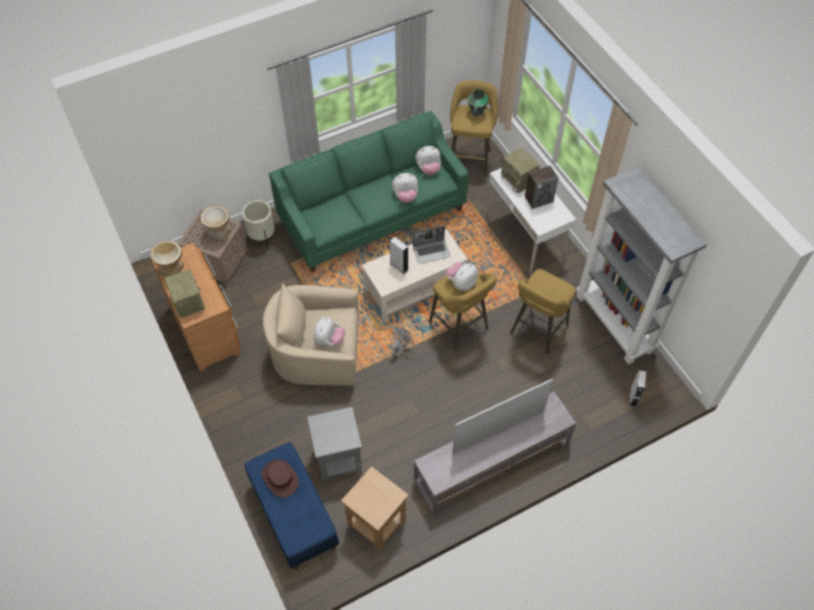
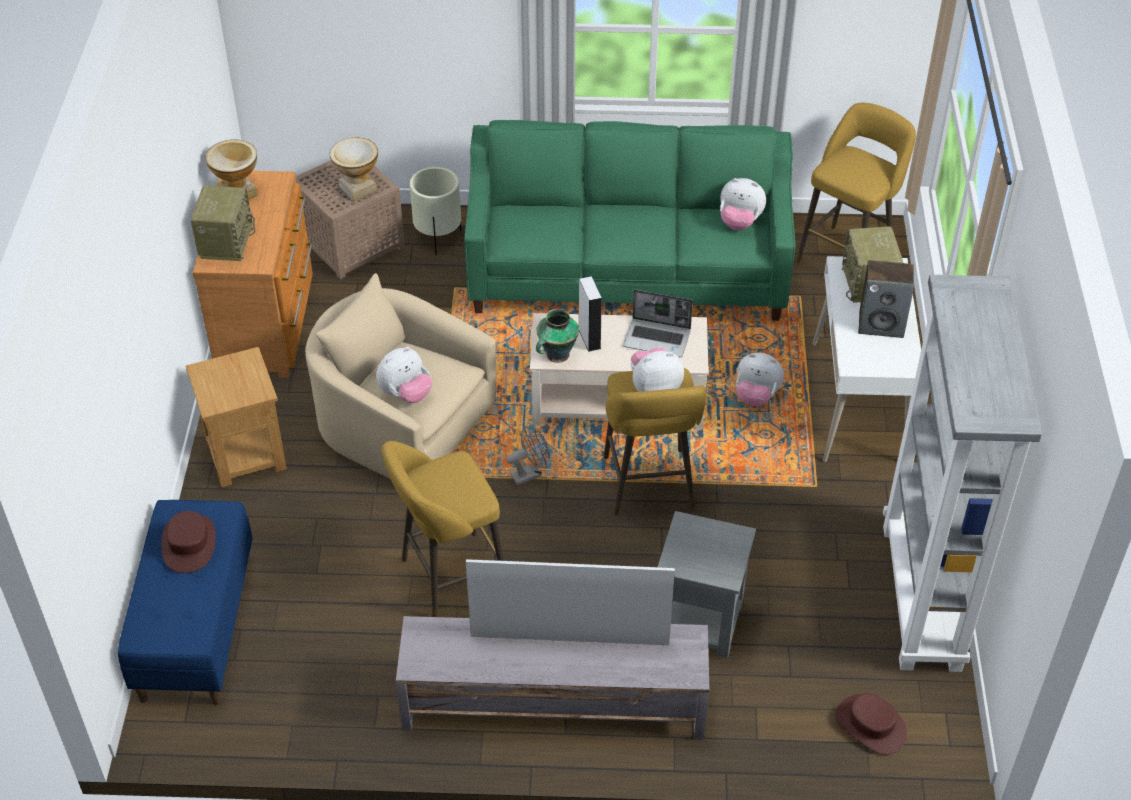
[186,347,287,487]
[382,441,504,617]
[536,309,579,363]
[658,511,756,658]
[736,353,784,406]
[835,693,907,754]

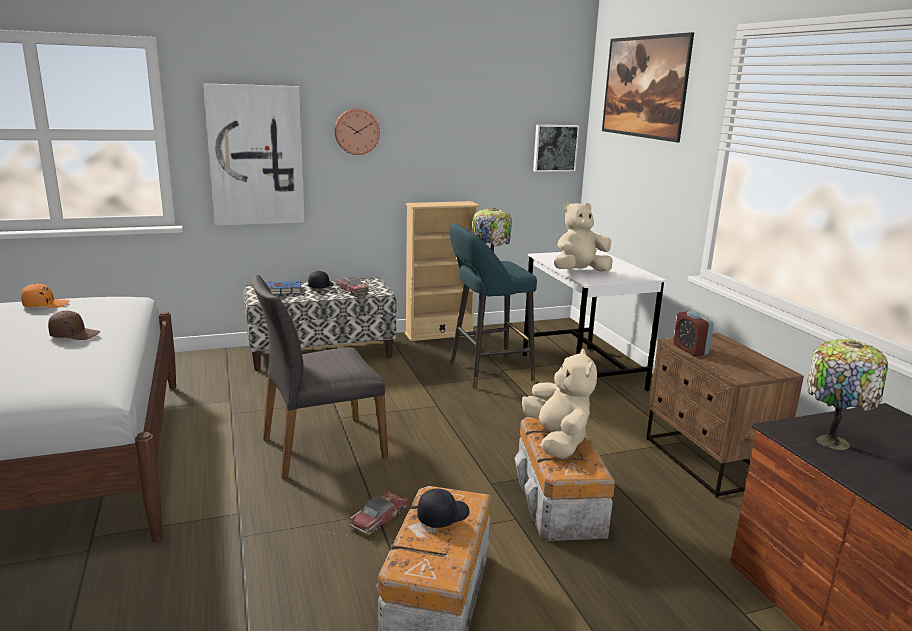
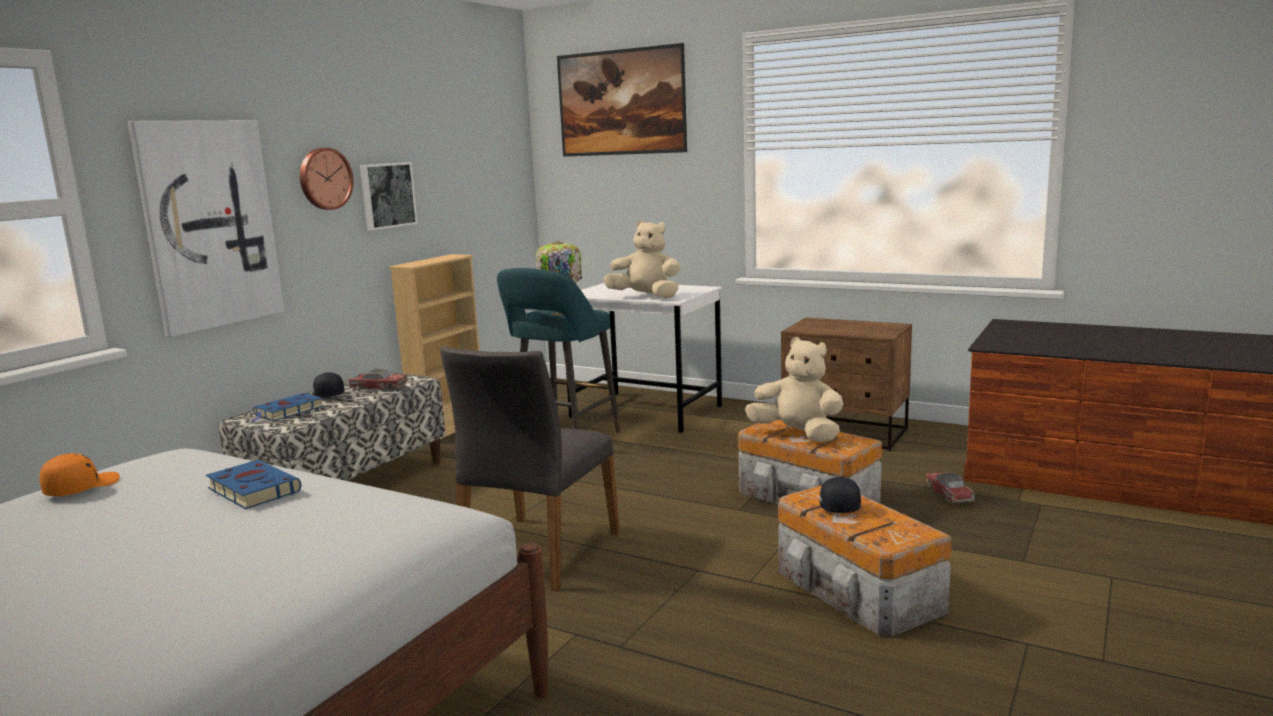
[206,460,301,509]
[360,162,418,230]
[603,220,680,299]
[926,471,975,503]
[673,311,714,356] (first image)
[807,339,888,450] (first image)

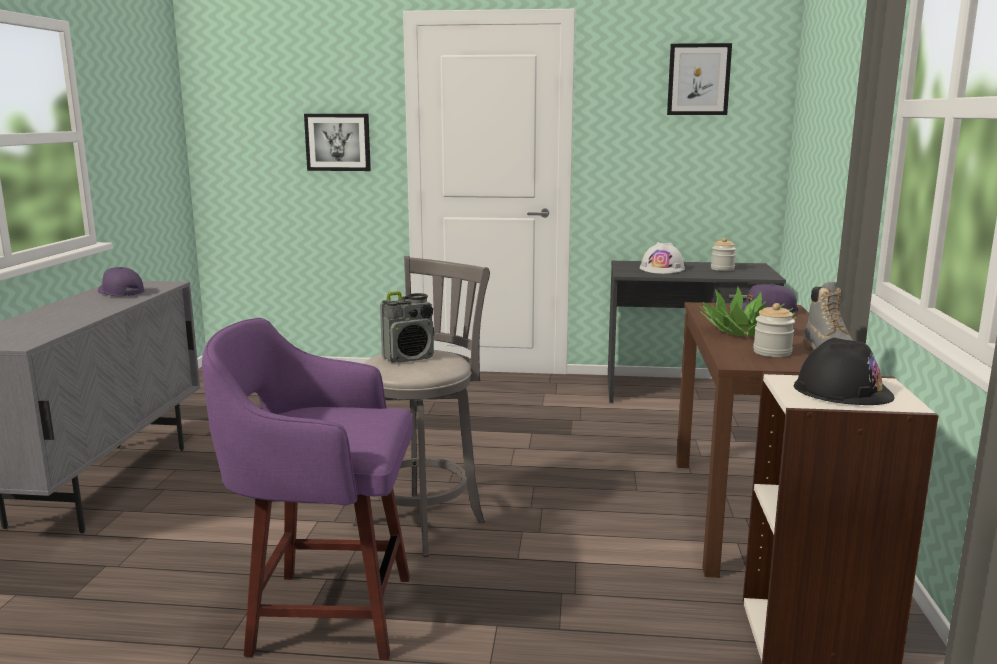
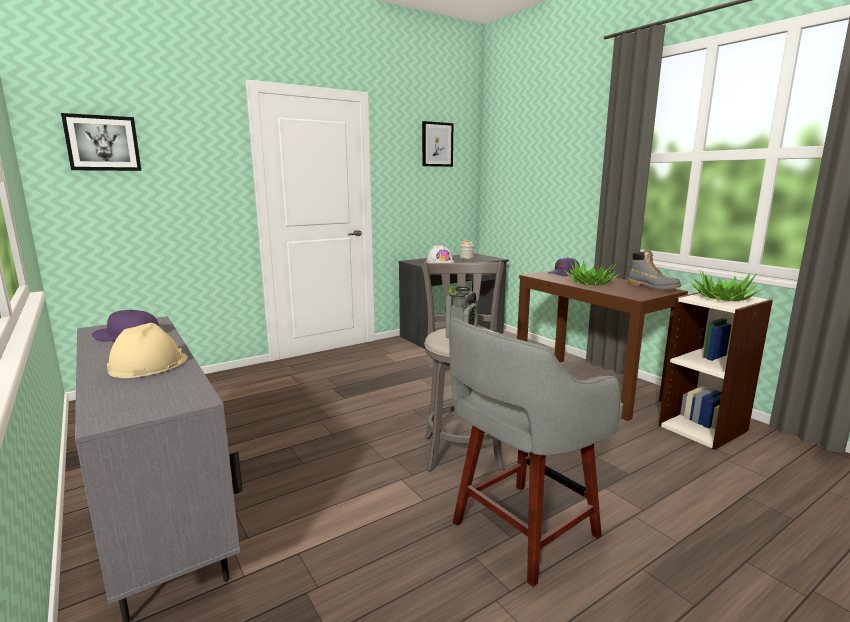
[61,113,141,171]
[107,323,188,378]
[449,317,623,587]
[690,270,764,301]
[753,303,795,357] (first image)

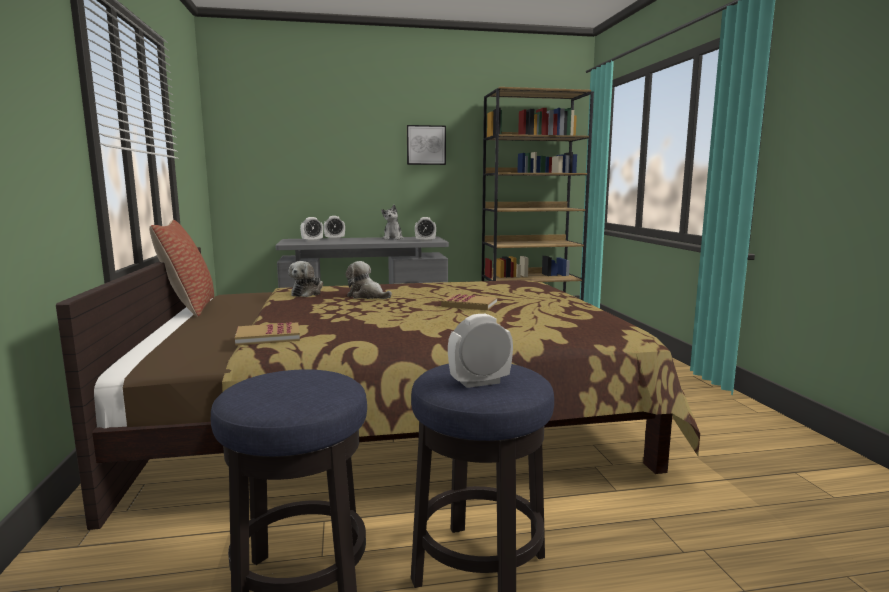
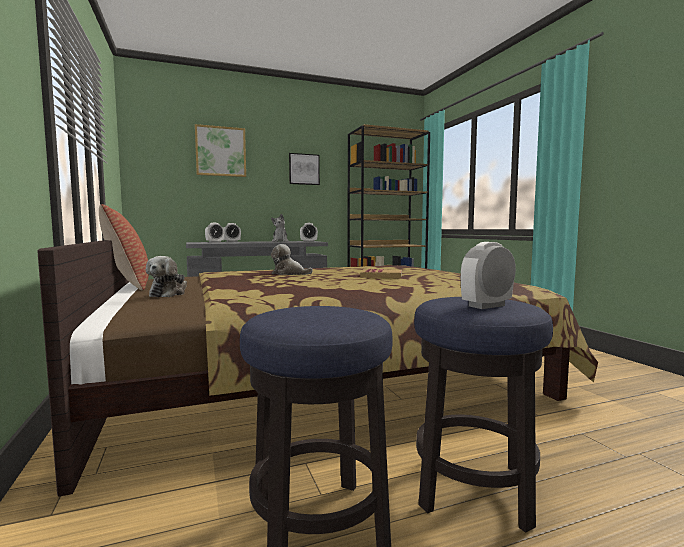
[146,256,187,297]
[195,124,246,177]
[235,322,300,346] (first image)

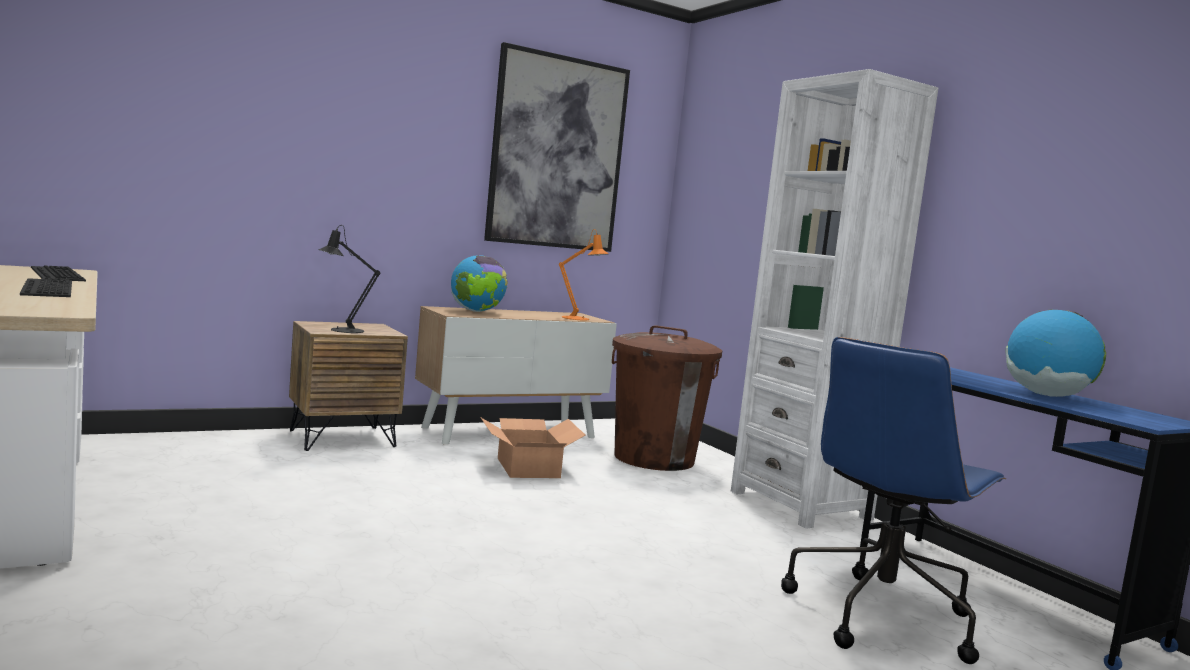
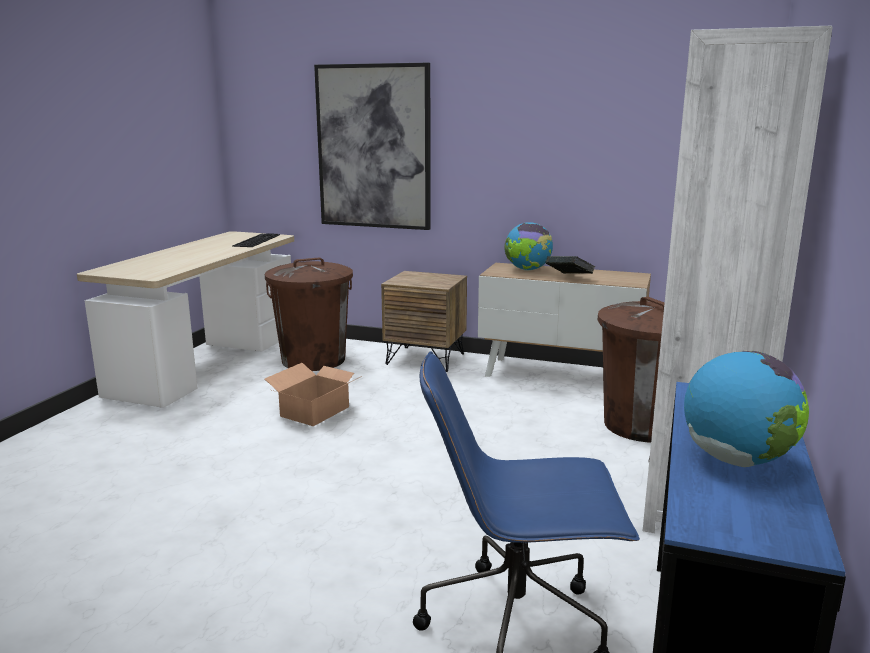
[265,258,353,371]
[265,363,362,426]
[314,63,431,230]
[545,256,595,274]
[20,278,72,297] (first image)
[318,225,380,333] (first image)
[559,229,609,320] (first image)

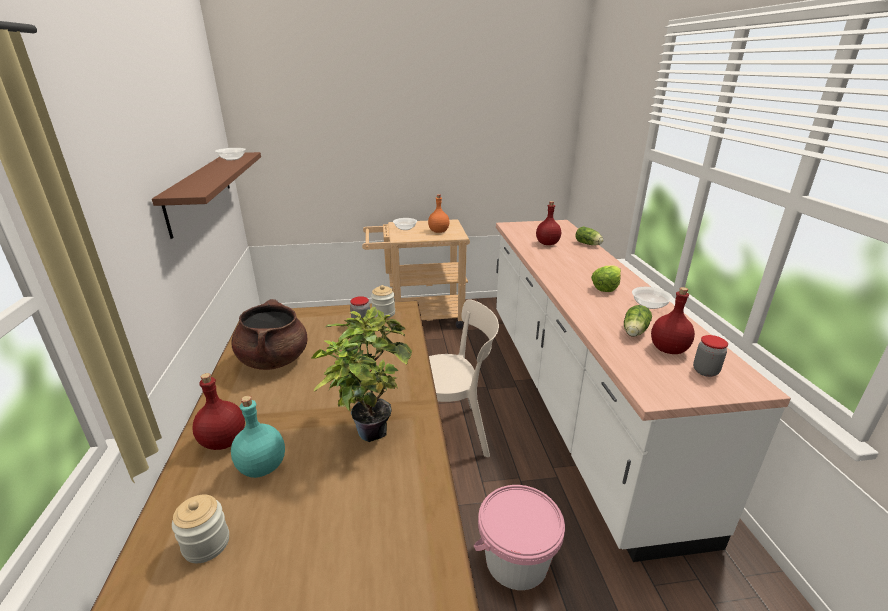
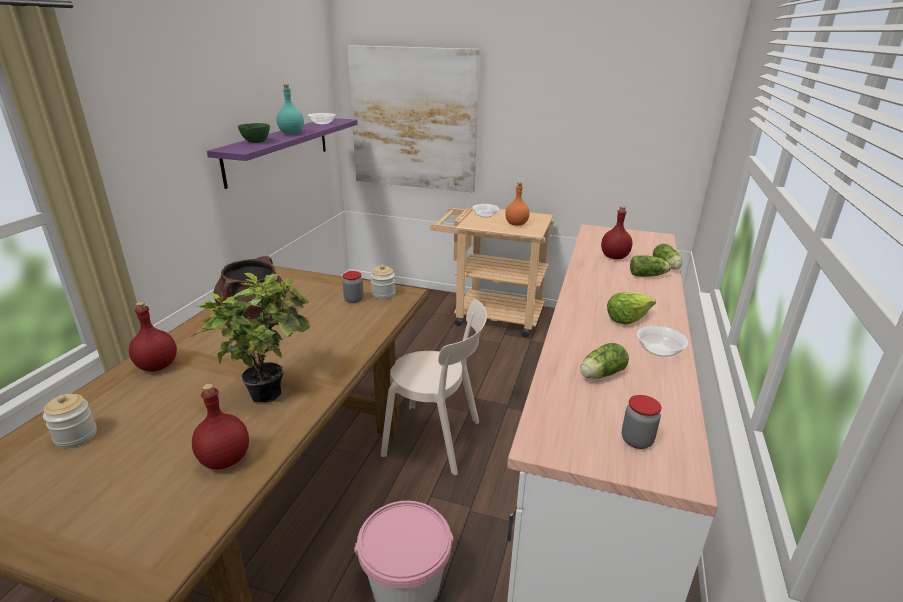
[192,384,249,470]
[207,118,358,189]
[238,123,270,143]
[277,84,304,134]
[347,45,480,192]
[630,255,671,277]

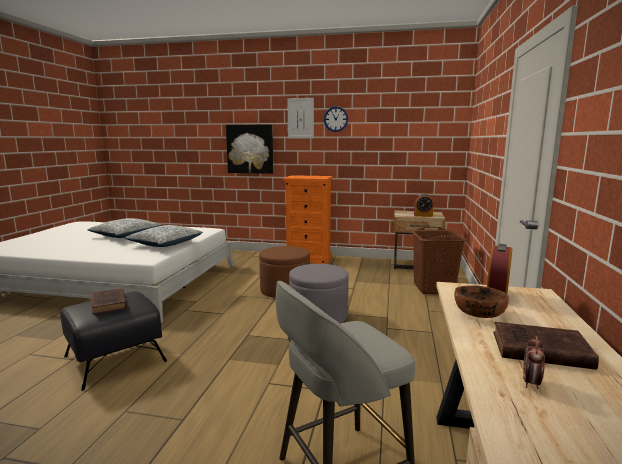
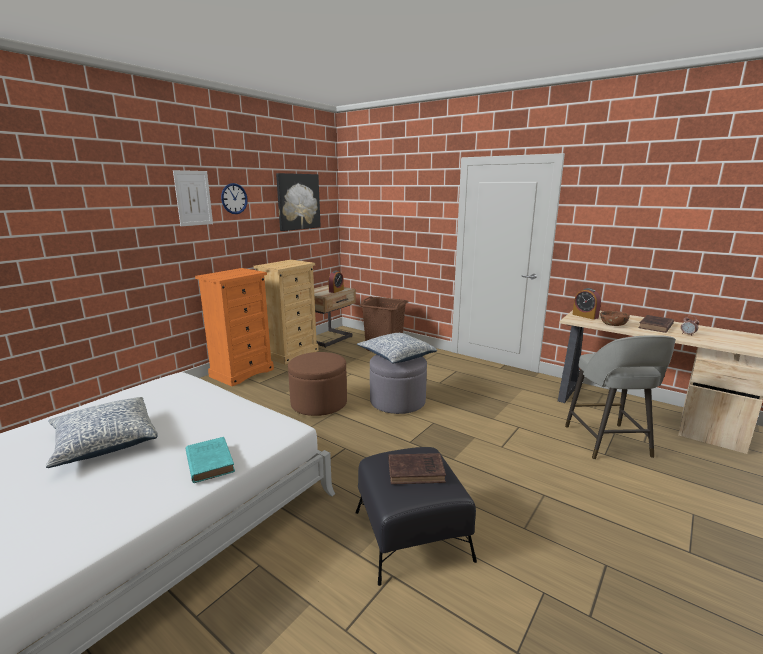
[186,437,235,483]
[254,260,319,364]
[276,173,321,231]
[357,333,437,363]

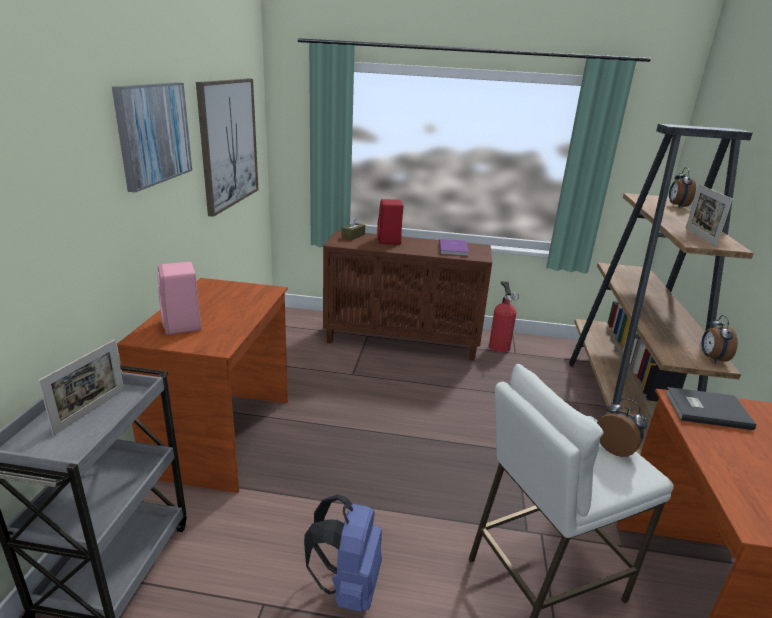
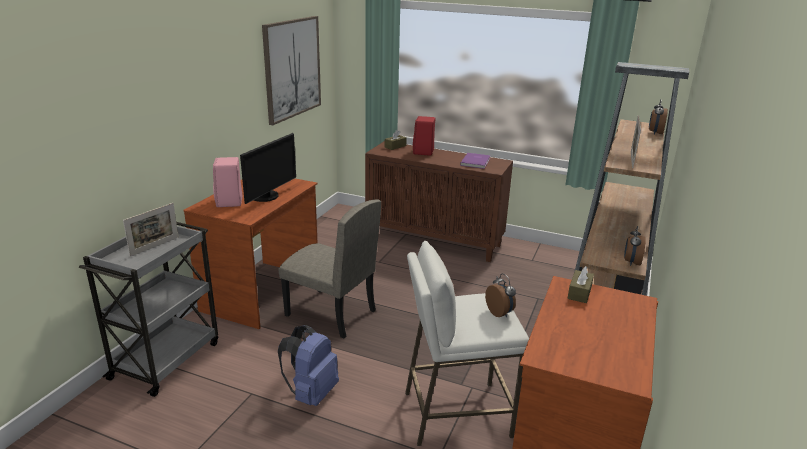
[240,133,296,204]
[279,199,381,338]
[567,266,594,303]
[112,82,192,192] (first image)
[489,281,519,352] (first image)

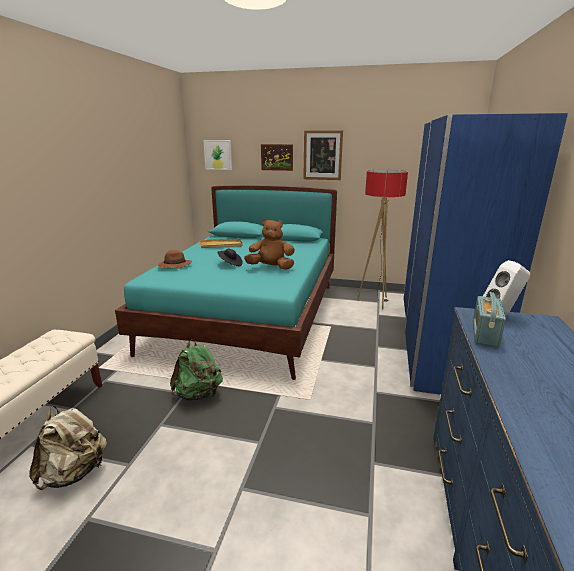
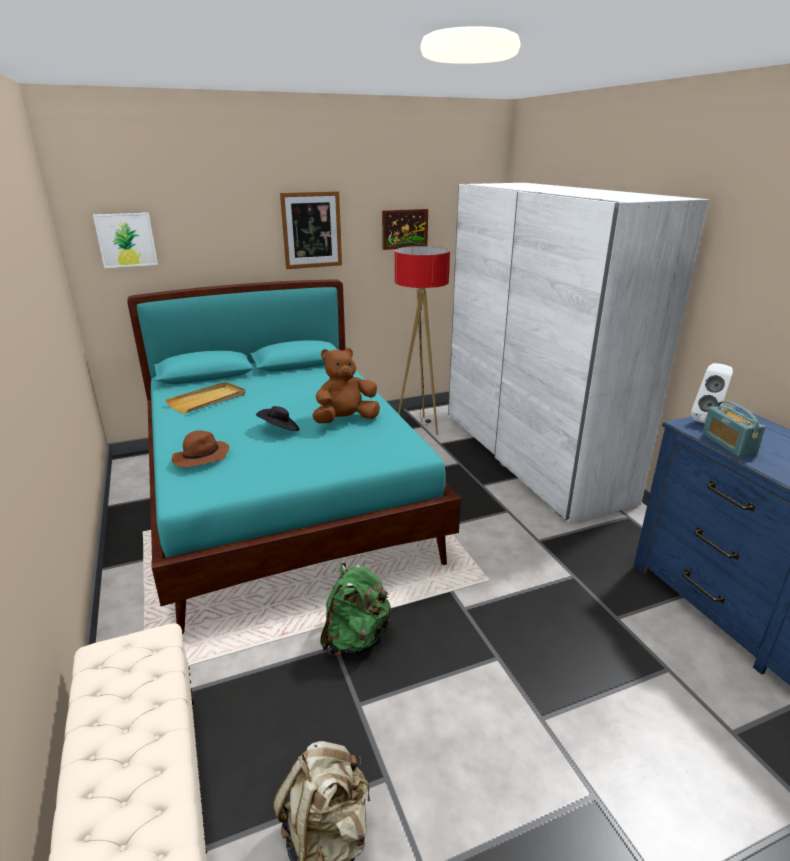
[382,209,428,250]
[448,183,709,524]

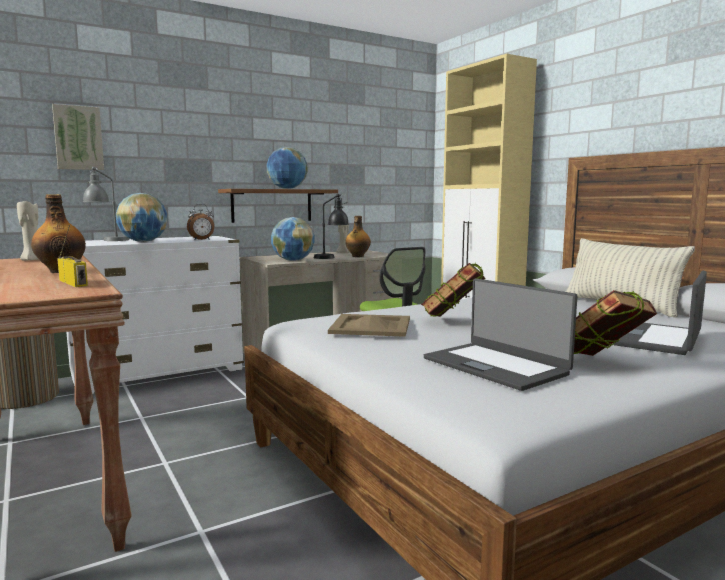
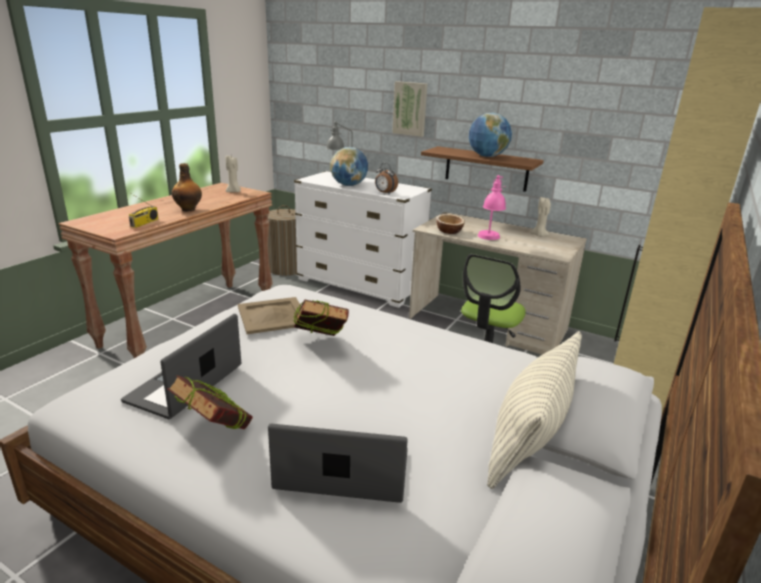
[392,81,427,137]
[436,214,465,234]
[478,175,506,240]
[345,216,371,257] (first image)

